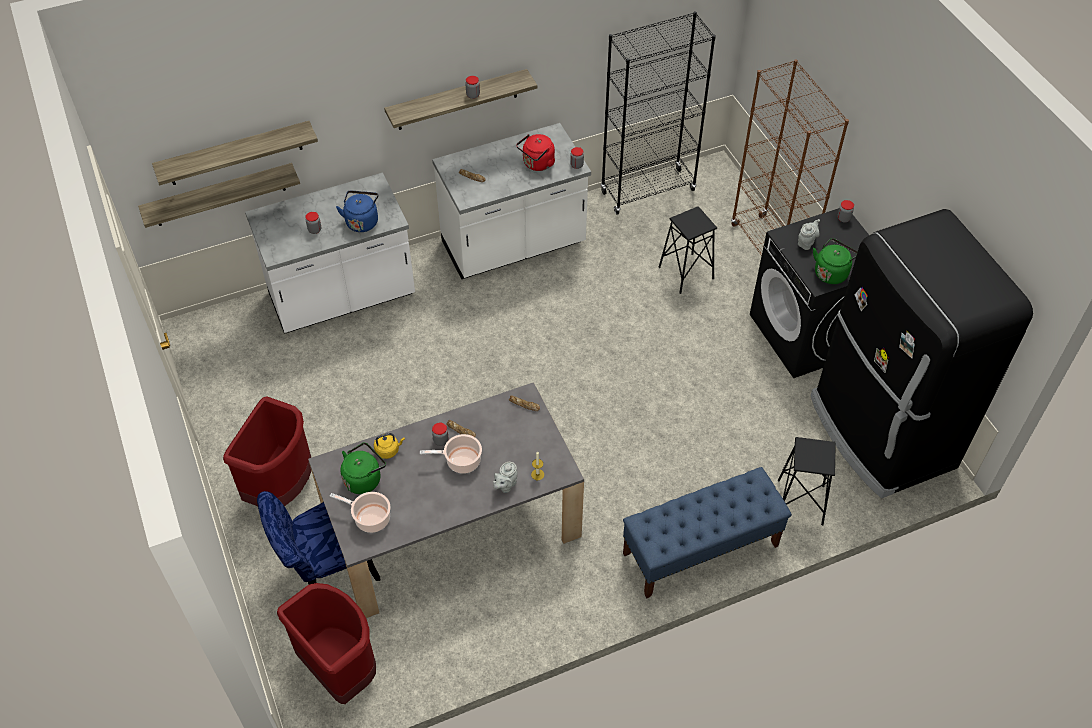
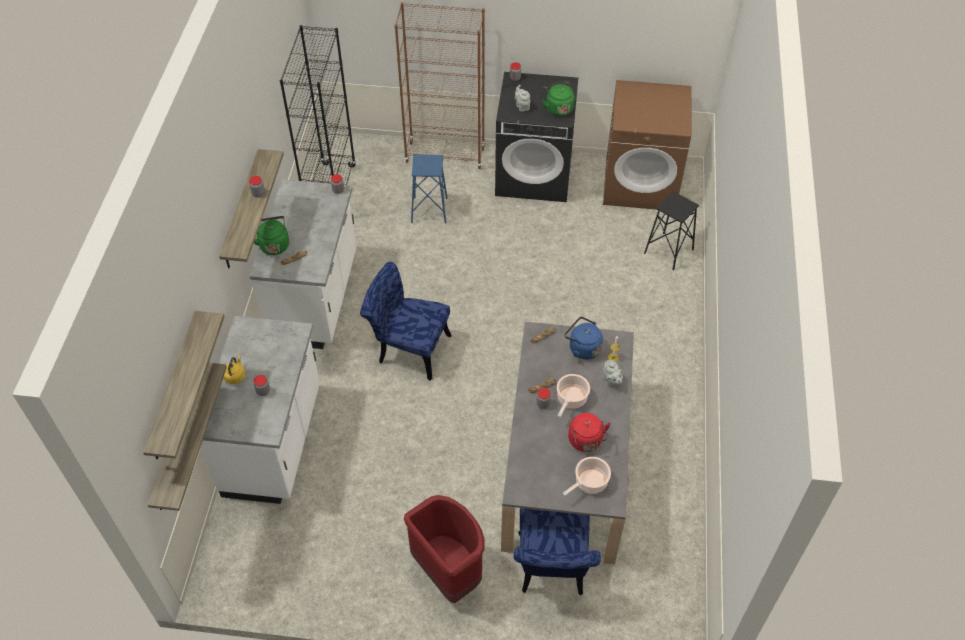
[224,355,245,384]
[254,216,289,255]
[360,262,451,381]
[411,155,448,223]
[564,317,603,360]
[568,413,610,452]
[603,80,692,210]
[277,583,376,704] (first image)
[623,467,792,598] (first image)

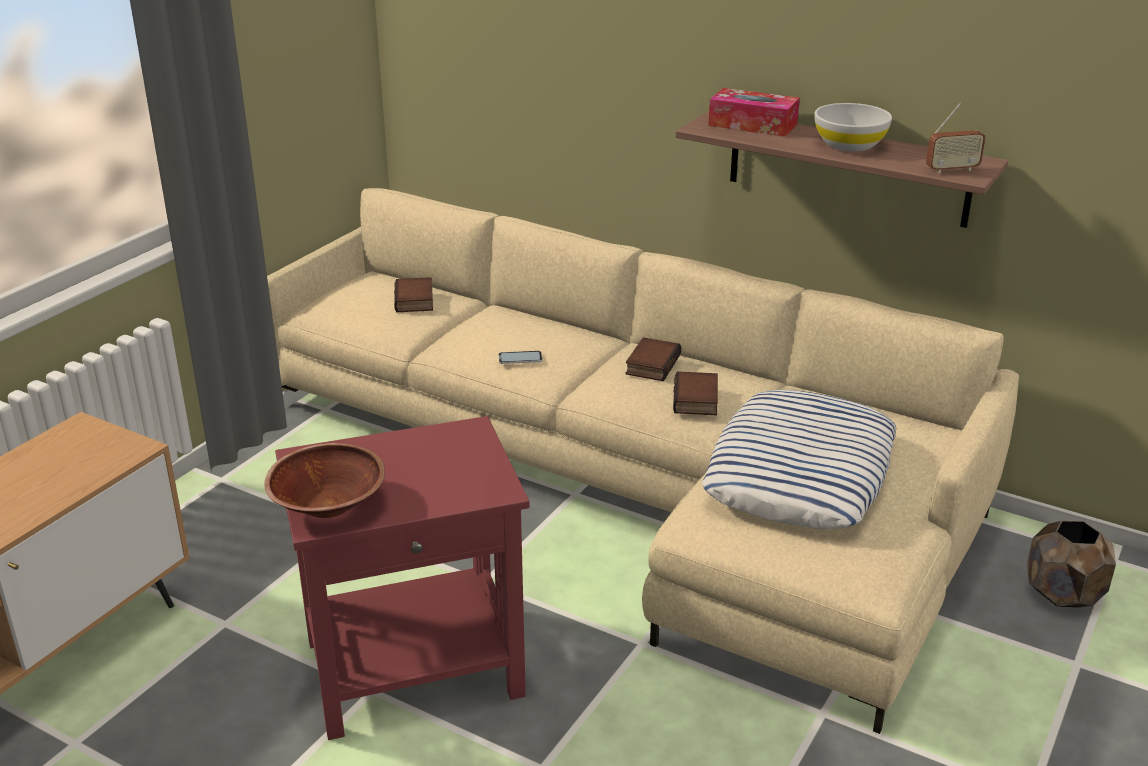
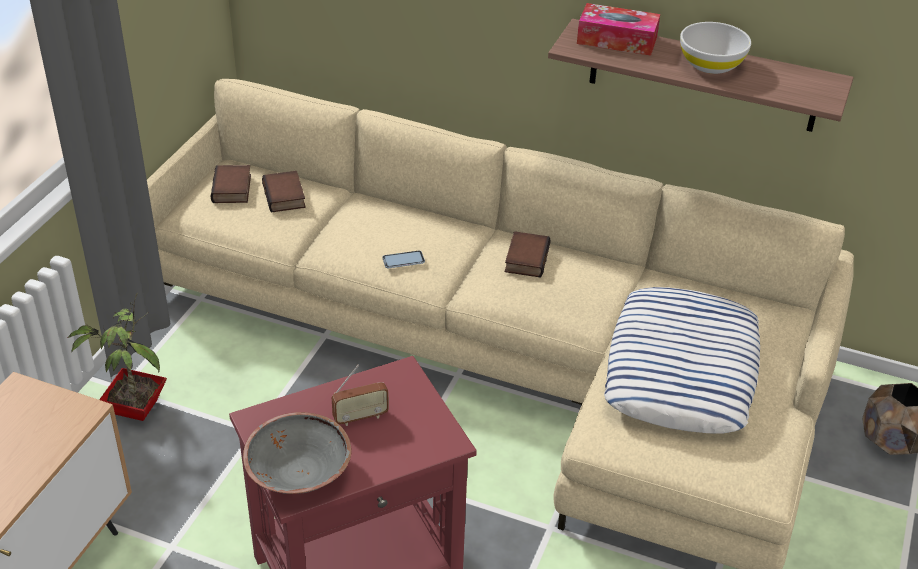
[67,293,167,421]
[211,165,251,203]
[243,412,352,494]
[332,364,389,426]

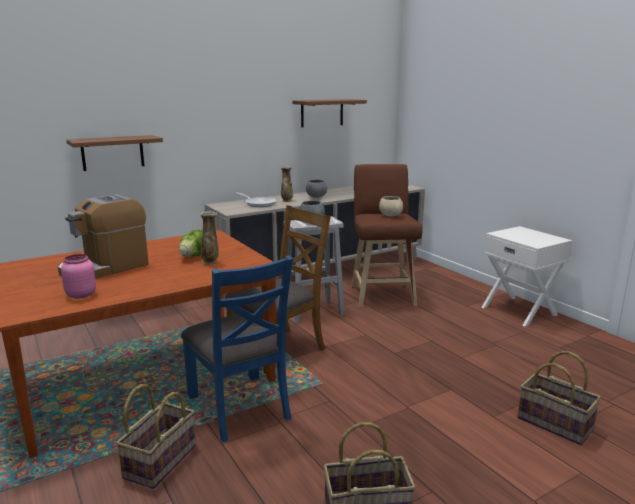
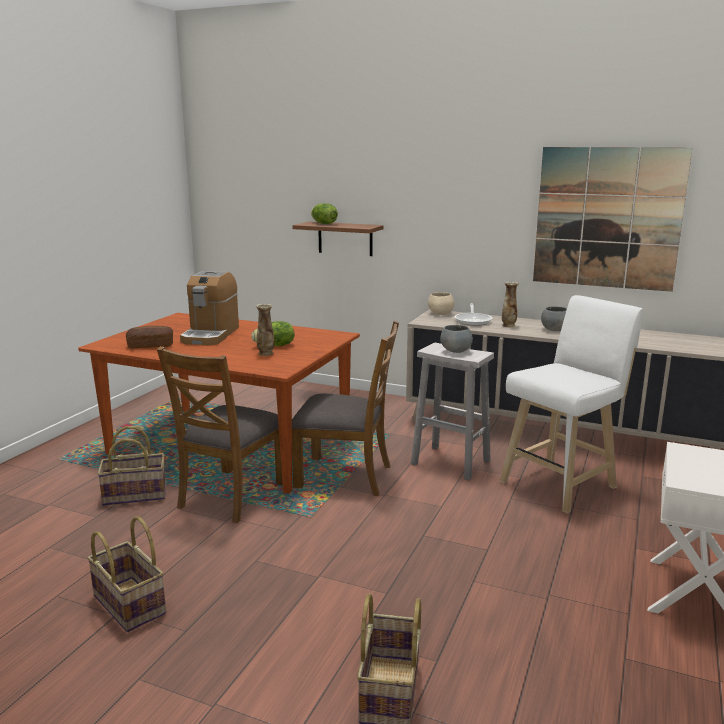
[126,326,173,348]
[157,346,283,523]
[180,271,239,345]
[311,203,338,224]
[428,292,455,315]
[500,295,643,514]
[533,147,692,292]

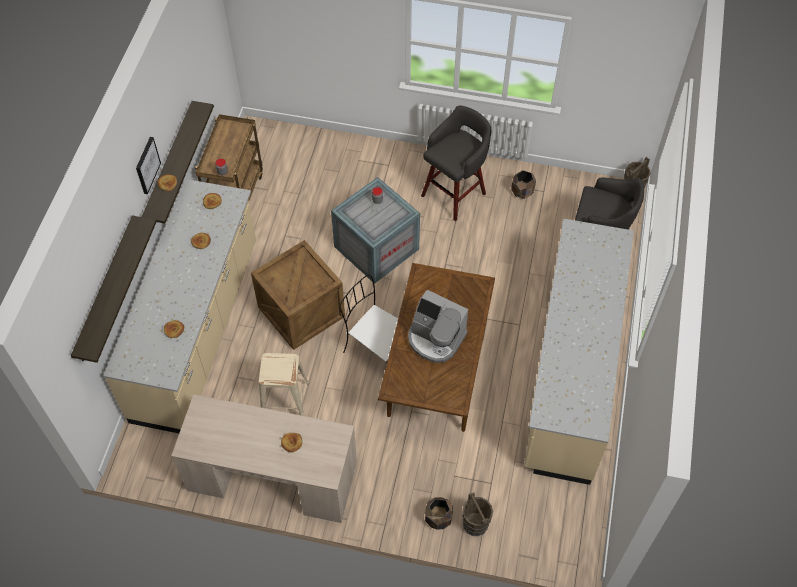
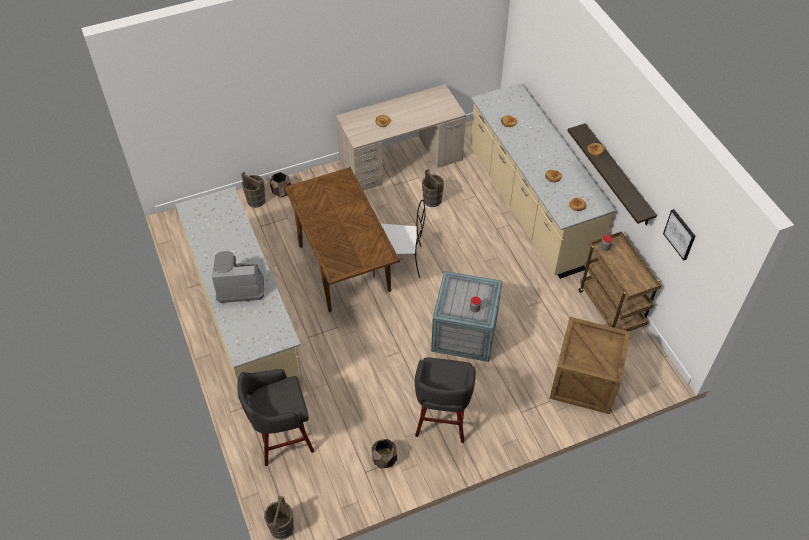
[212,251,264,303]
[422,169,444,207]
[549,317,631,414]
[663,209,696,260]
[71,215,157,363] (first image)

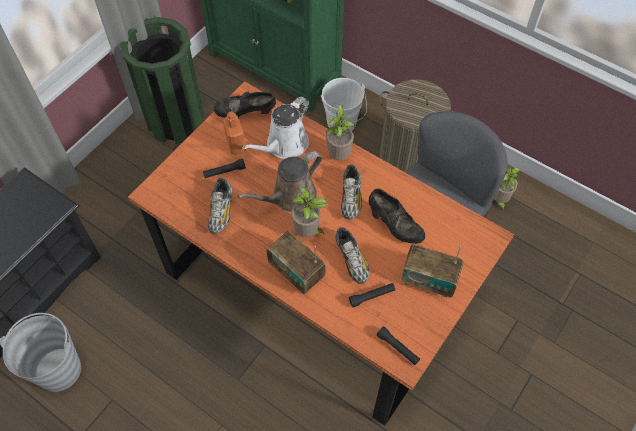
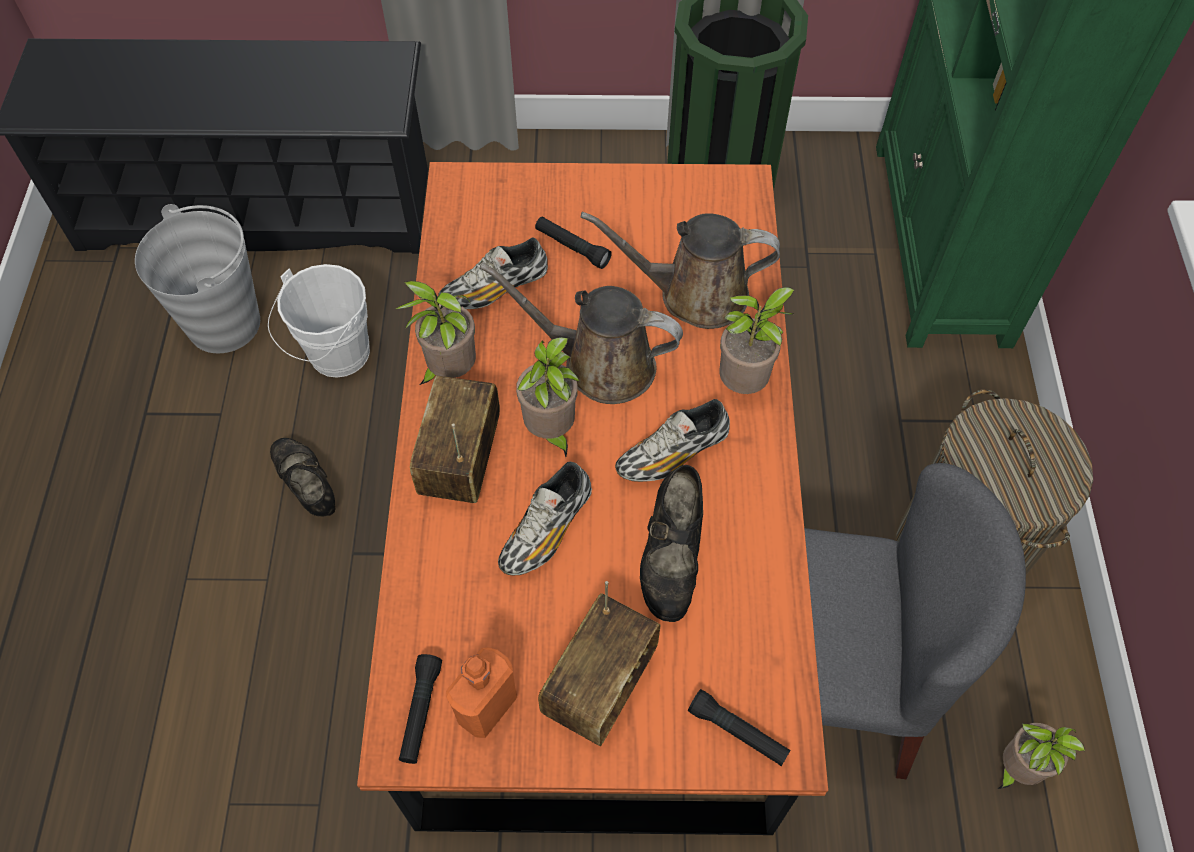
[268,264,370,378]
[270,438,336,517]
[395,281,476,385]
[446,647,517,738]
[538,581,660,746]
[581,212,780,329]
[688,689,790,766]

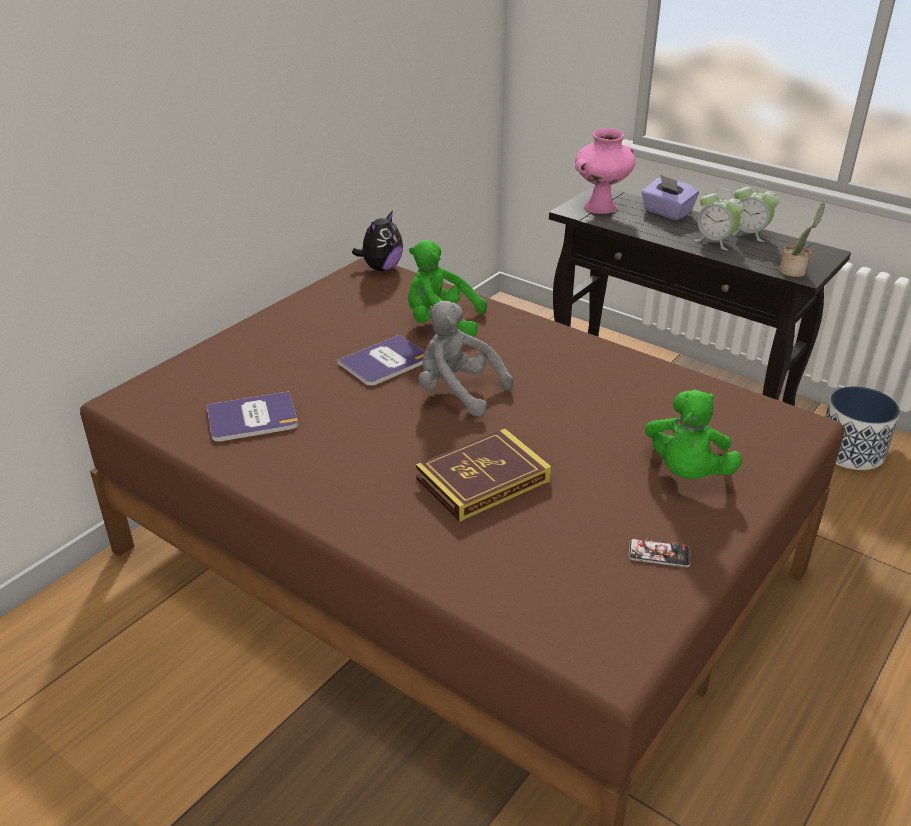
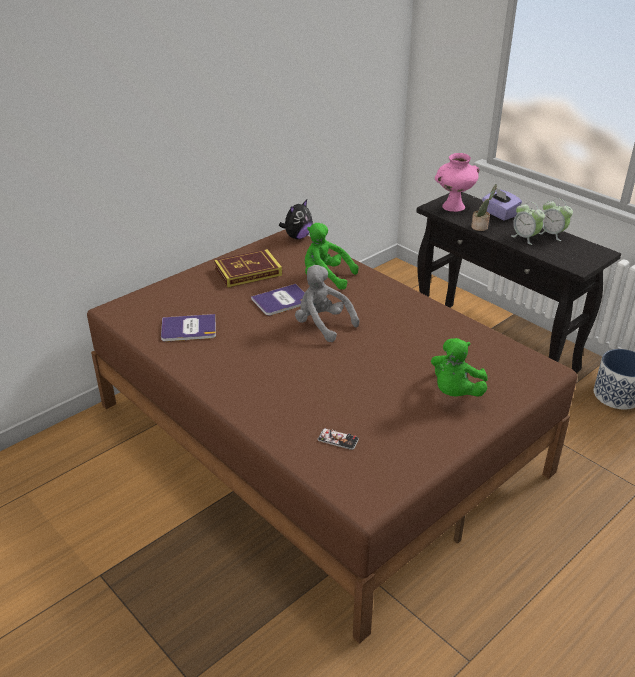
[214,249,282,288]
[318,428,359,450]
[471,184,497,231]

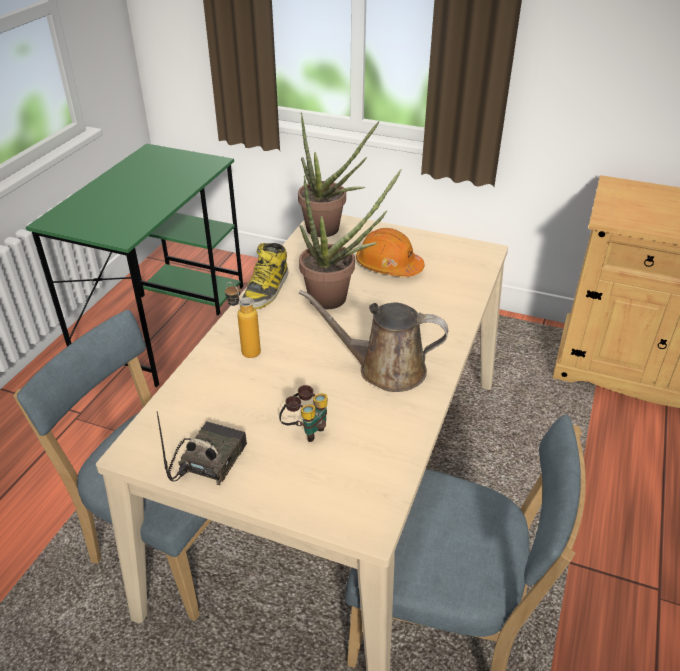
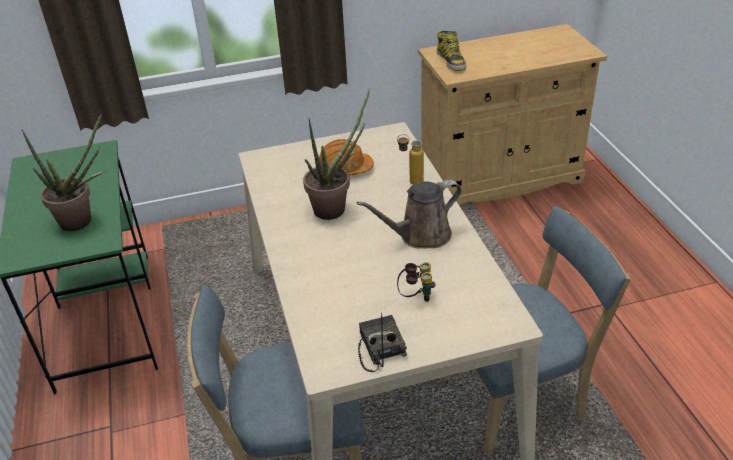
[22,114,104,231]
[397,134,424,185]
[437,31,466,71]

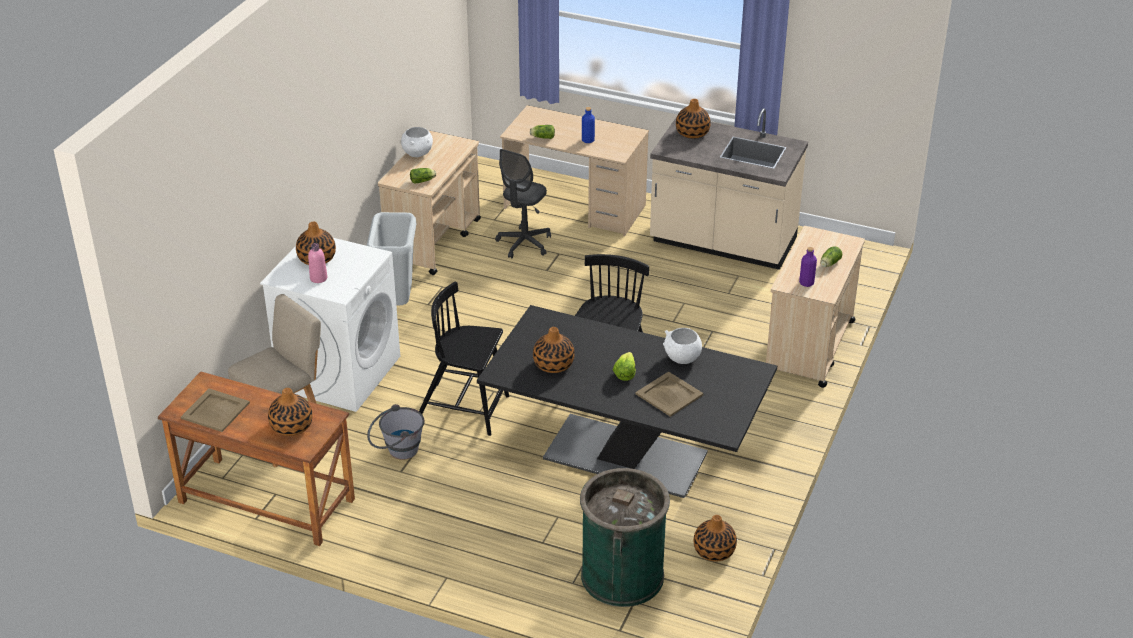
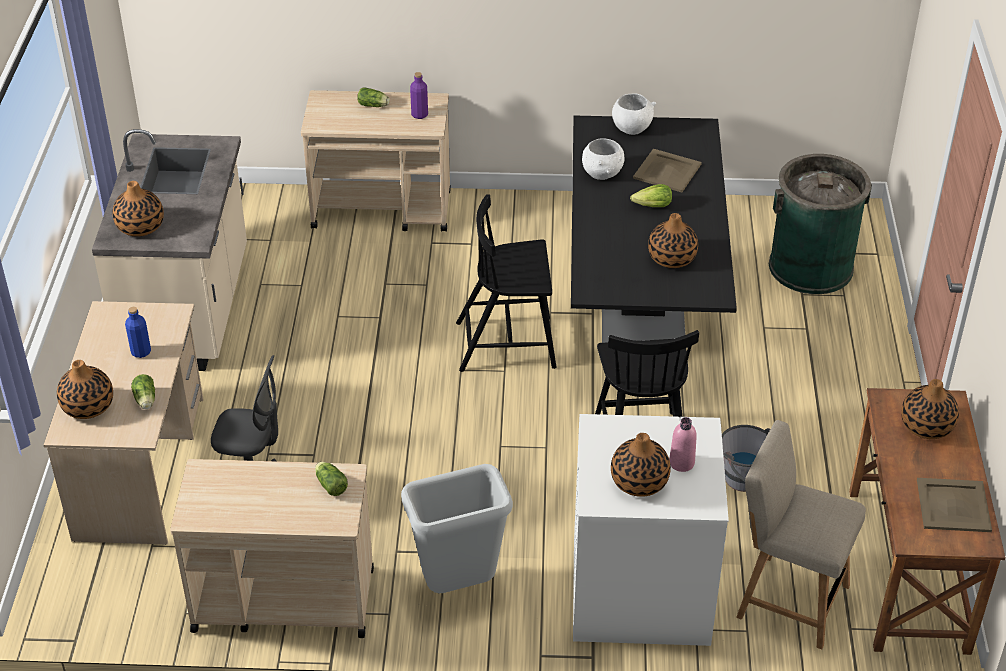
[57,360,113,419]
[612,93,656,135]

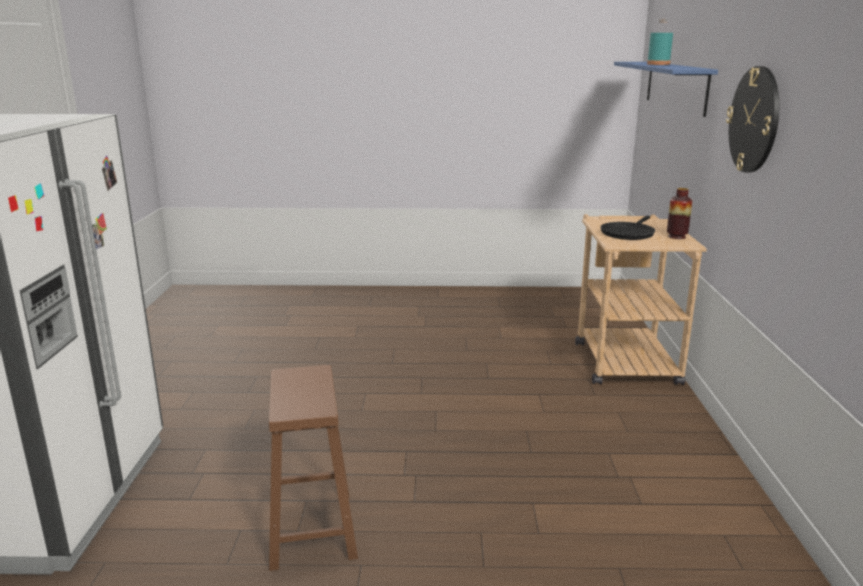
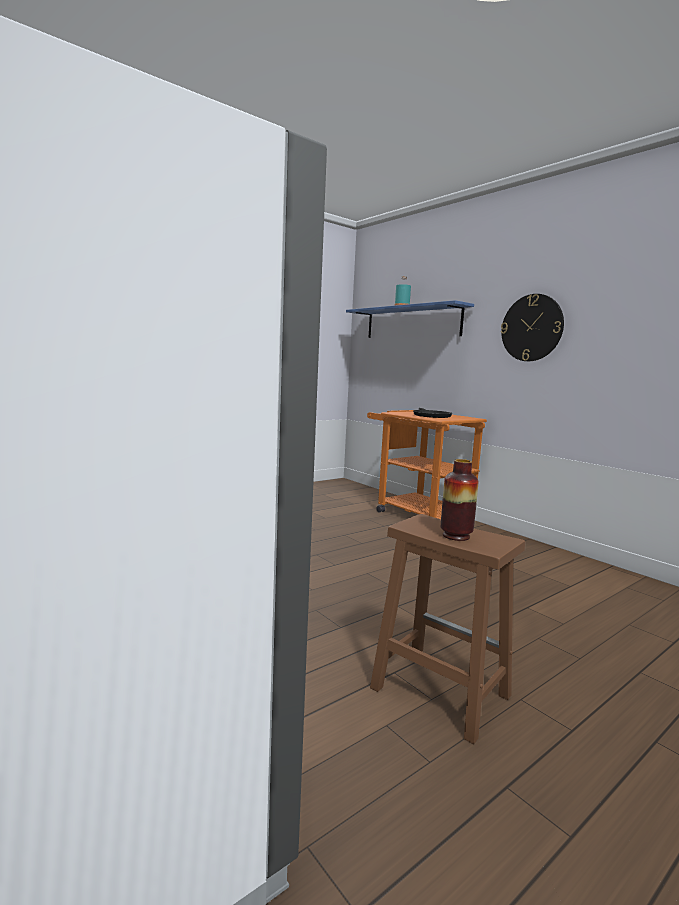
[367,410,487,519]
[441,459,478,541]

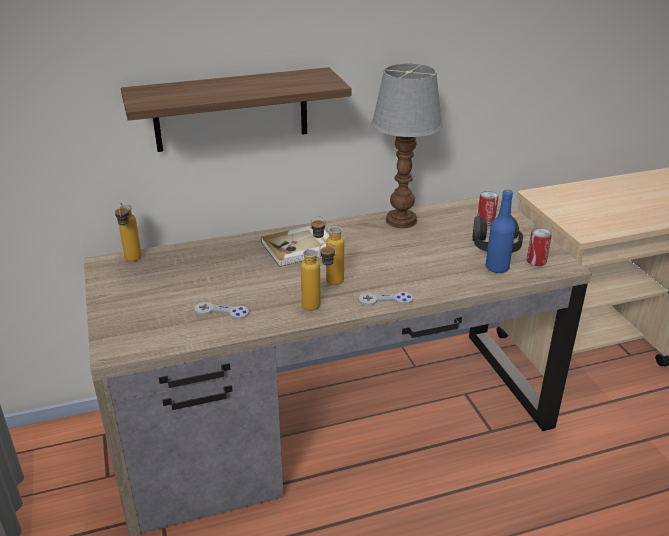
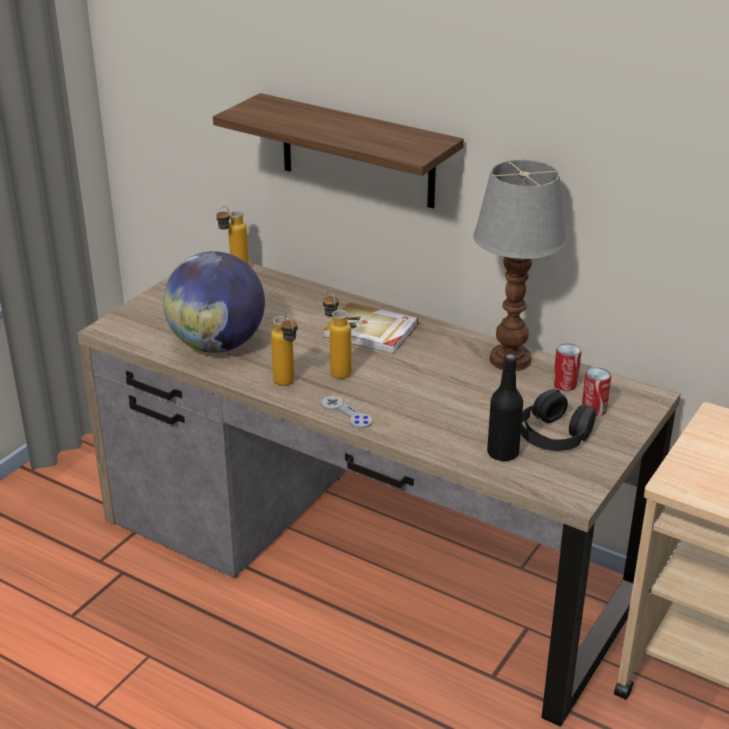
[163,251,265,353]
[487,354,523,461]
[553,343,581,391]

